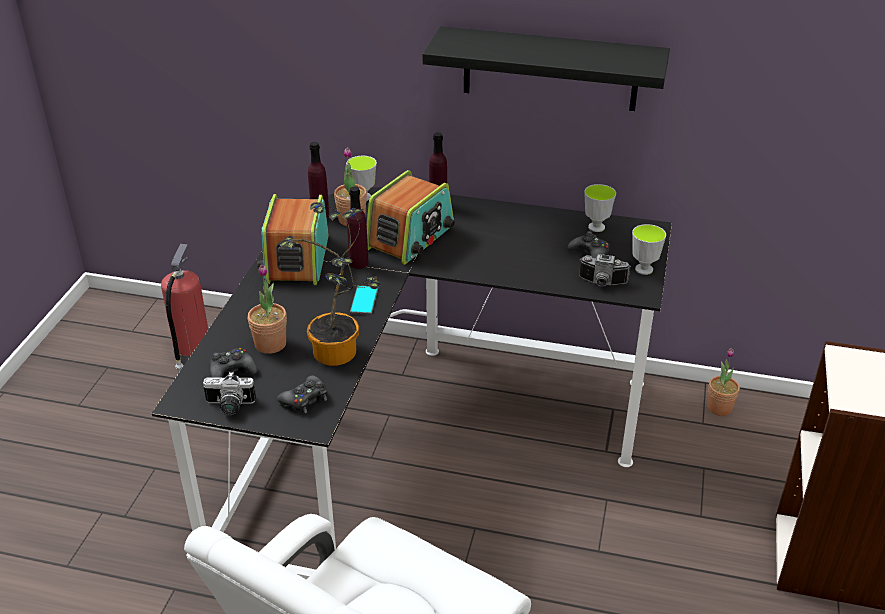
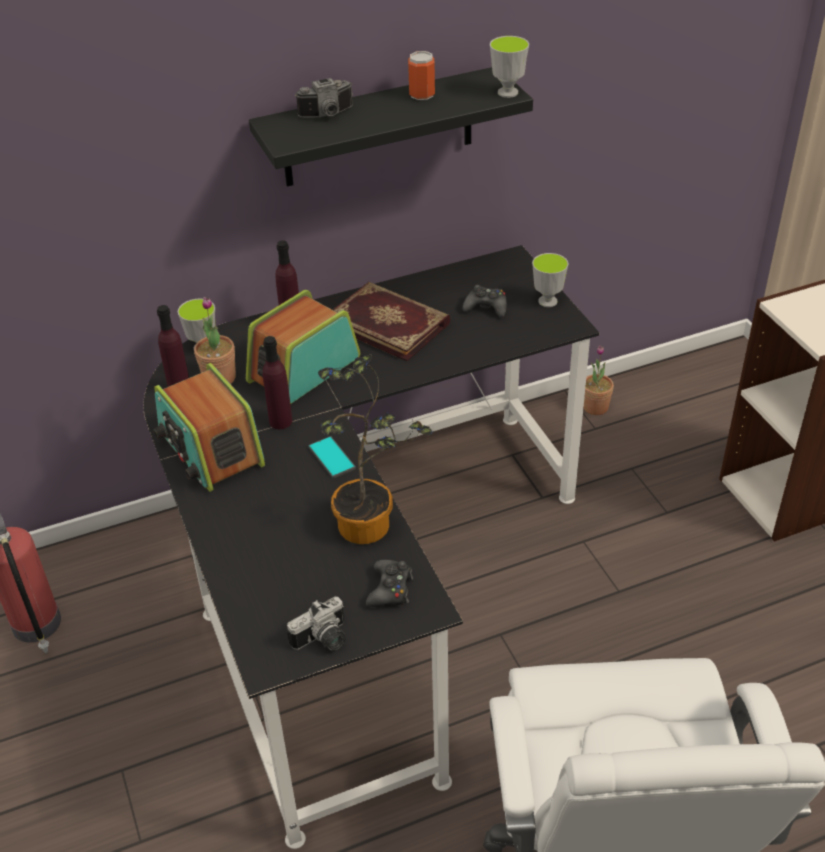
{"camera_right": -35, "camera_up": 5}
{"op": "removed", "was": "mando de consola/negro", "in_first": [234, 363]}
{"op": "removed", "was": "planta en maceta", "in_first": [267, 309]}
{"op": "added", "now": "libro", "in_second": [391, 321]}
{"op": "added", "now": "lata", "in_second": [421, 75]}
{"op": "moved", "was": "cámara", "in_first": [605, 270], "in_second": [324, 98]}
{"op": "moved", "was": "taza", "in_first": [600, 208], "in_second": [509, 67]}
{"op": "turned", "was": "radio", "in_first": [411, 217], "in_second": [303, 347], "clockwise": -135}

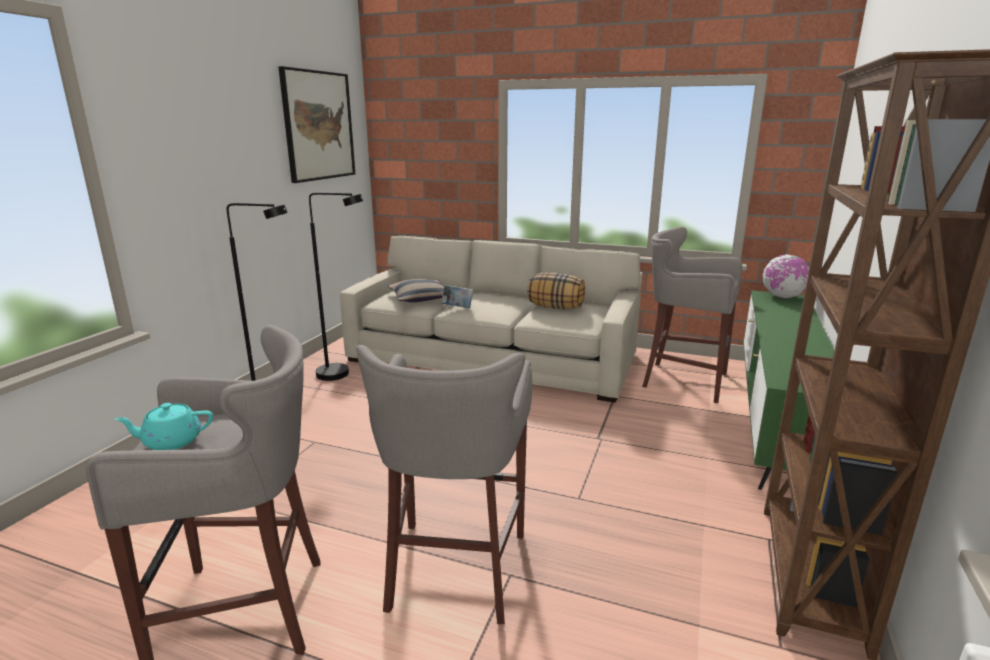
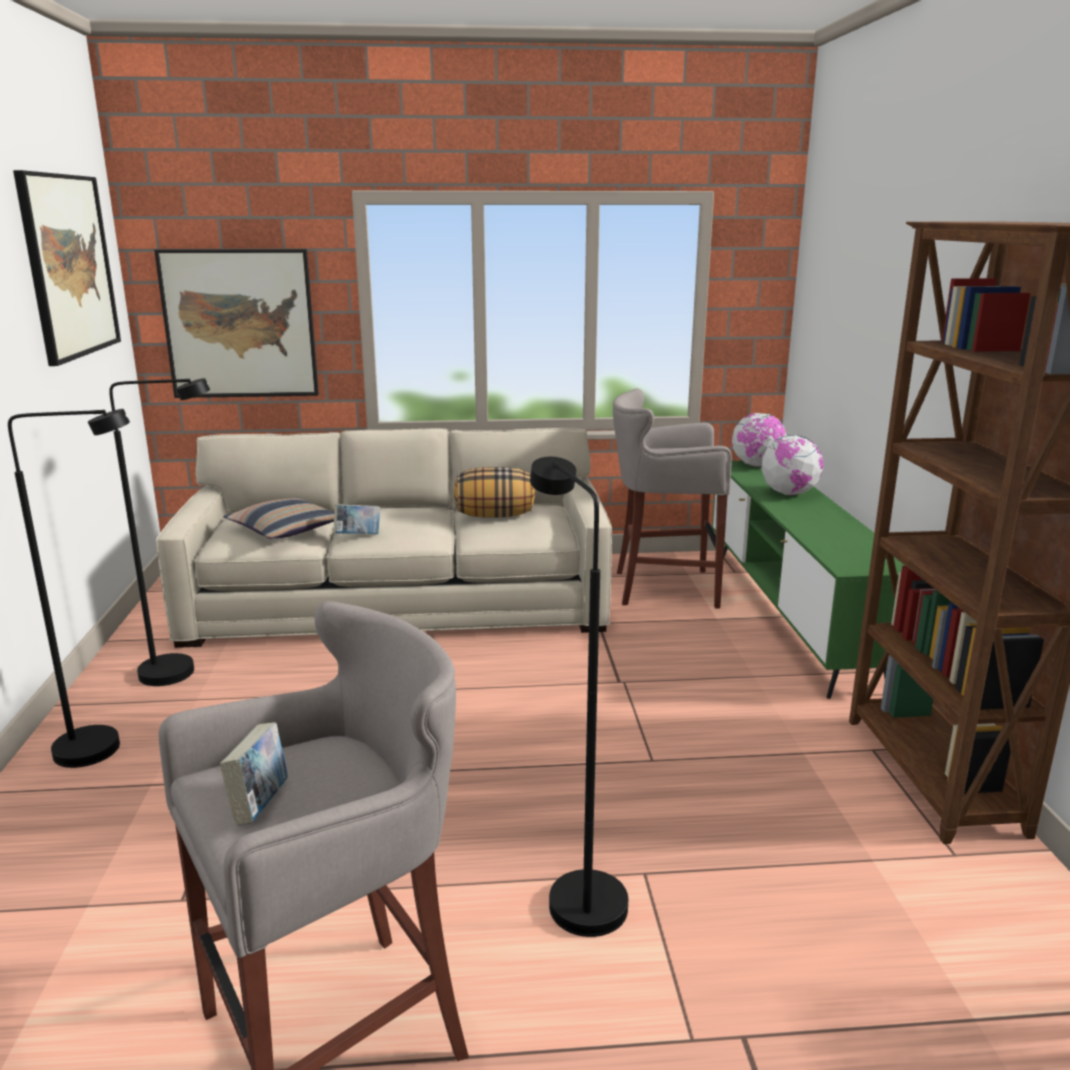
{"camera_right": -25, "camera_up": 0}
{"op": "added", "now": "cuadro", "in_second": [236, 323]}
{"op": "added", "now": "globo terráqueo", "in_second": [792, 465]}
{"op": "replaced", "was": "tetera/turquesa", "now": "libro", "in_first": [164, 426], "in_second": [254, 774]}
{"op": "replaced", "was": "taburete/gris", "now": "lámpara de pie/negro", "in_first": [444, 484], "in_second": [579, 697]}

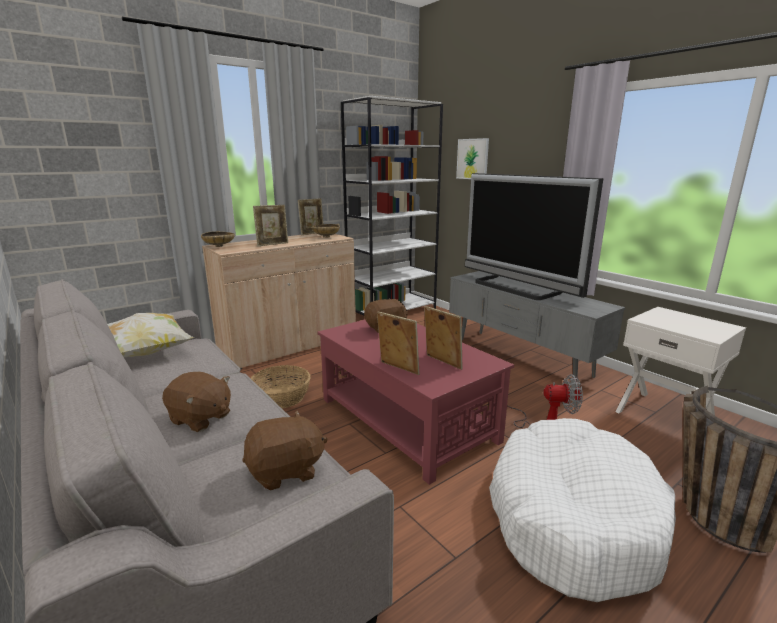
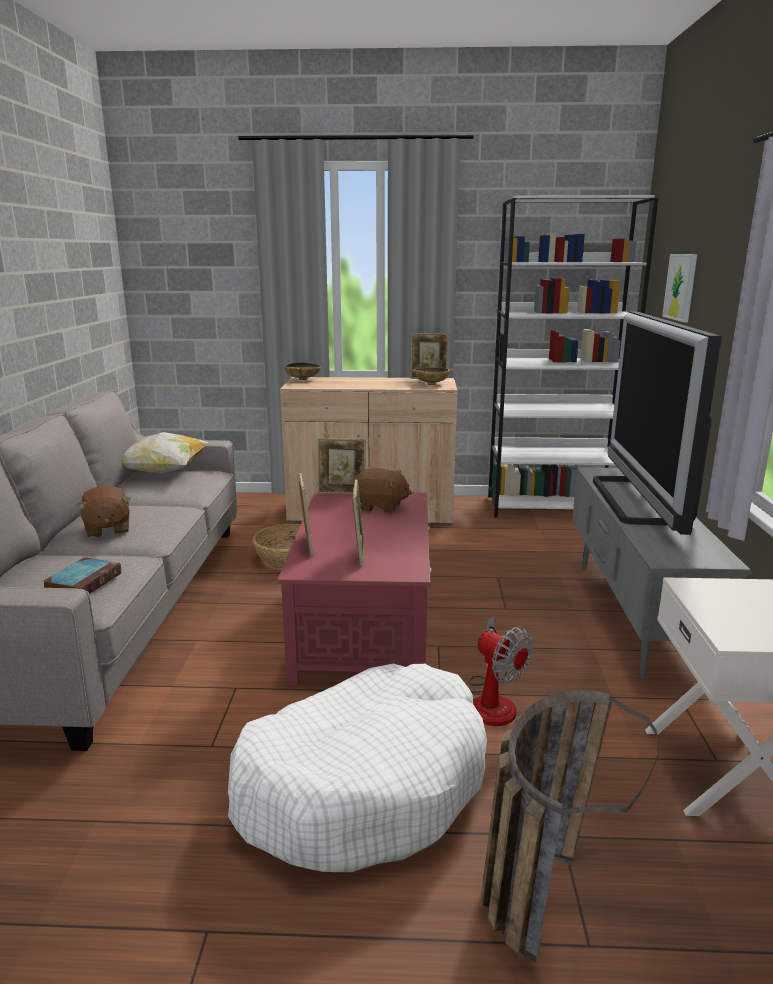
{"camera_right": 40, "camera_up": 0}
{"op": "moved", "was": "portarretratos", "in_first": [270, 225], "in_second": [341, 466]}
{"op": "replaced", "was": "peluche/marrón", "now": "libro", "in_first": [285, 450], "in_second": [82, 575]}

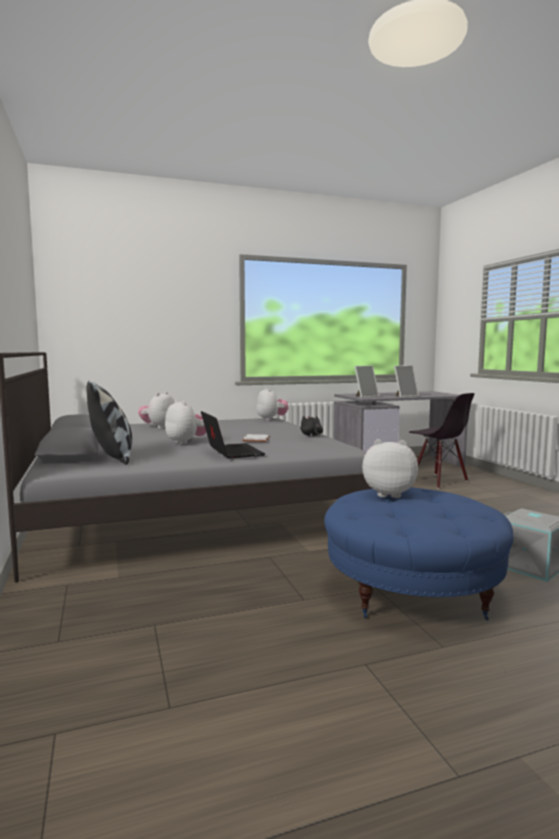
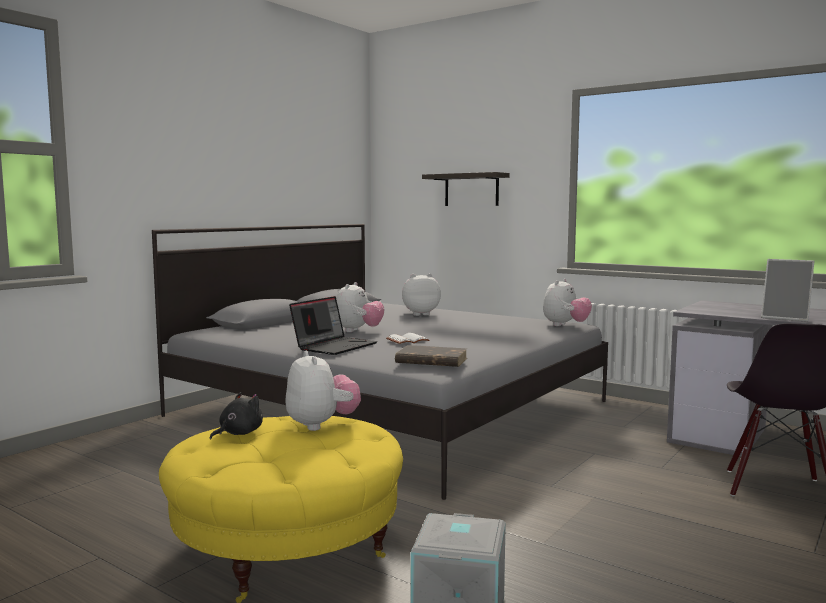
{"camera_right": 55, "camera_up": 0}
{"op": "removed", "was": "cojín", "in_first": [109, 422]}
{"op": "removed", "was": "portarretratos", "in_first": [366, 382]}
{"op": "added", "now": "libro/marrón", "in_second": [431, 356]}
{"op": "added", "now": "estante", "in_second": [466, 189]}
{"op": "moved", "was": "peluche/negro", "in_first": [312, 425], "in_second": [236, 416]}
{"op": "recoloured", "was": "puf/azul", "now": "puf/amarillo", "in_first": [418, 553], "in_second": [281, 509]}

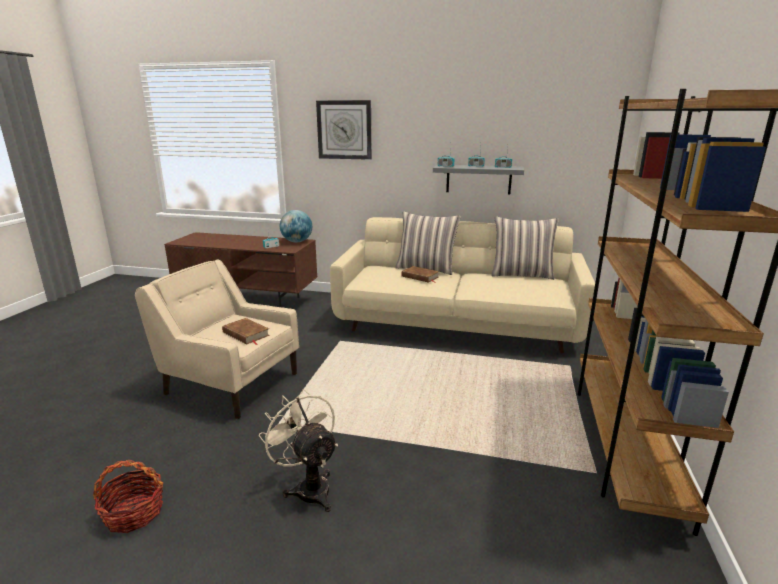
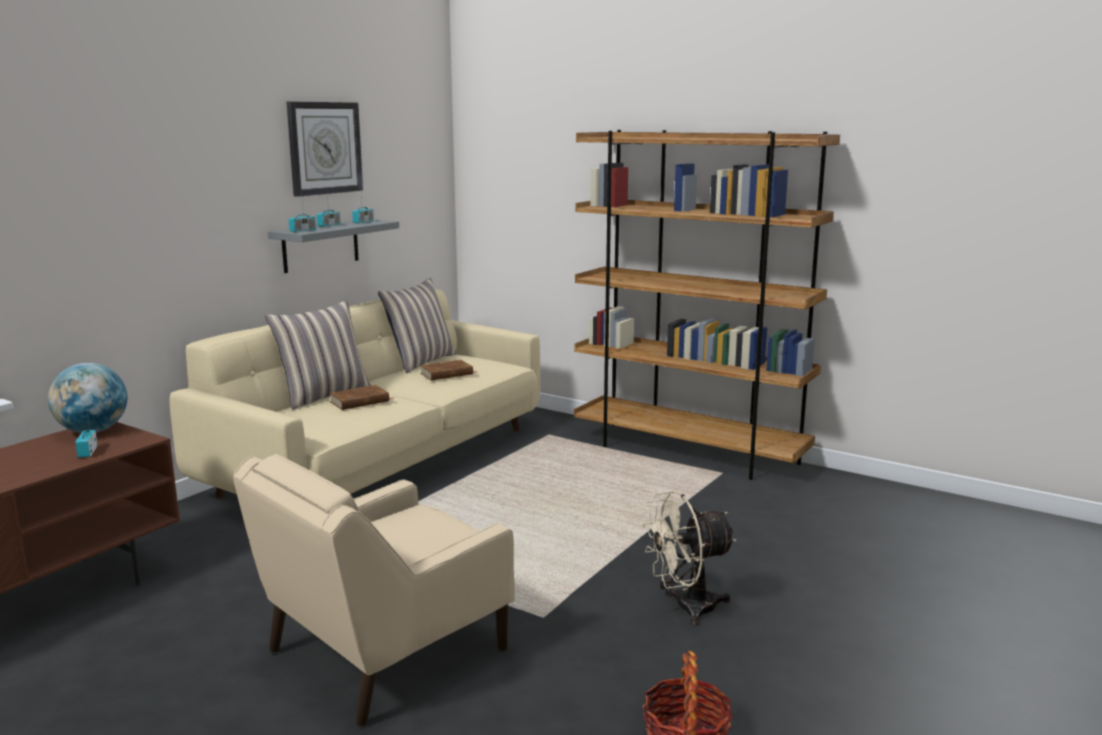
{"camera_right": -70, "camera_up": -5}
{"op": "moved", "was": "libro/marrón", "in_first": [246, 331], "in_second": [448, 370]}
{"op": "moved", "was": "reloj de pared", "in_first": [344, 130], "in_second": [324, 149]}

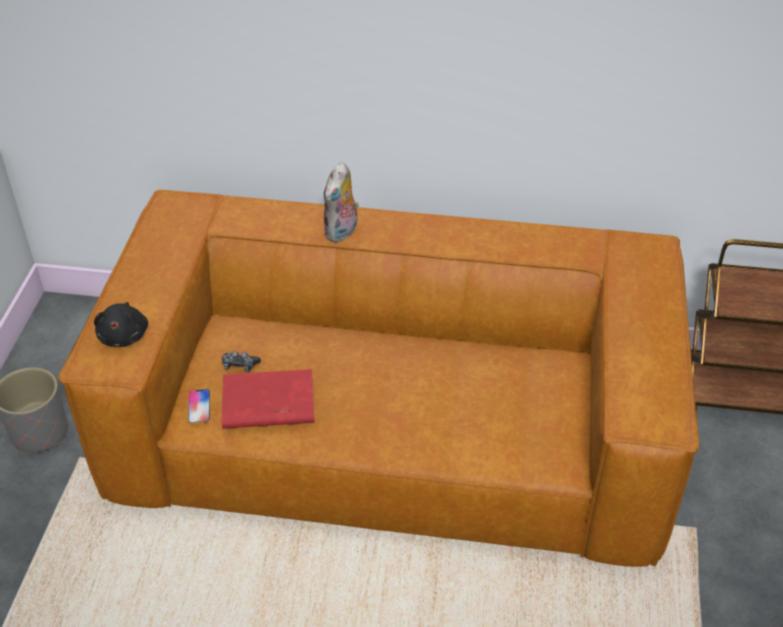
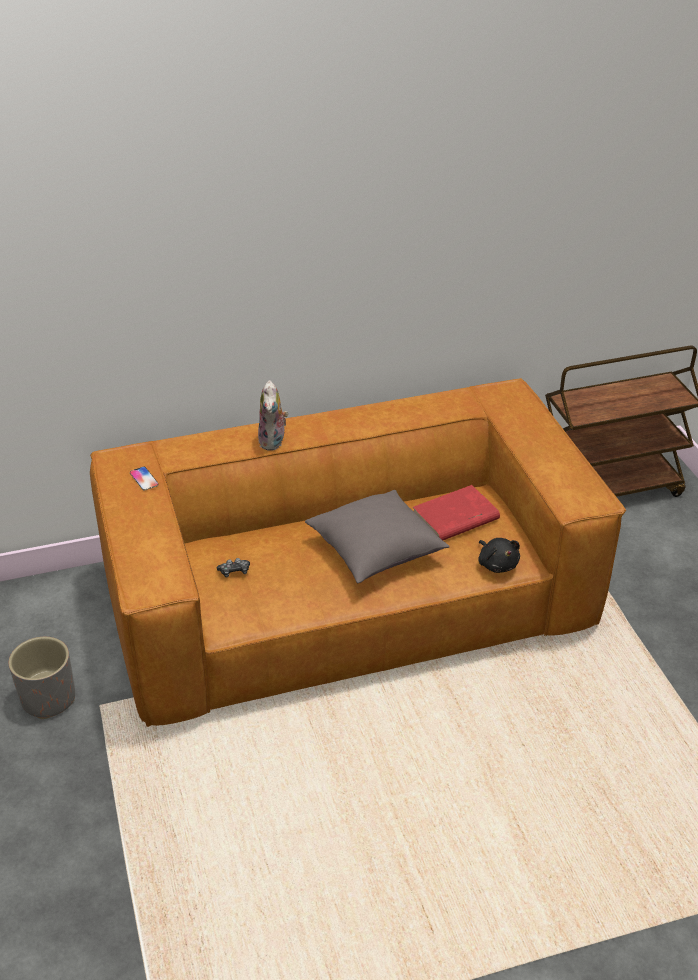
{"camera_right": -25, "camera_up": -5}
{"op": "added", "now": "cojín/gris", "in_second": [377, 536]}
{"op": "moved", "was": "peluche/negro", "in_first": [121, 324], "in_second": [499, 555]}
{"op": "moved", "was": "móvil", "in_first": [199, 406], "in_second": [144, 478]}
{"op": "moved", "was": "libro/rojo", "in_first": [267, 398], "in_second": [456, 512]}

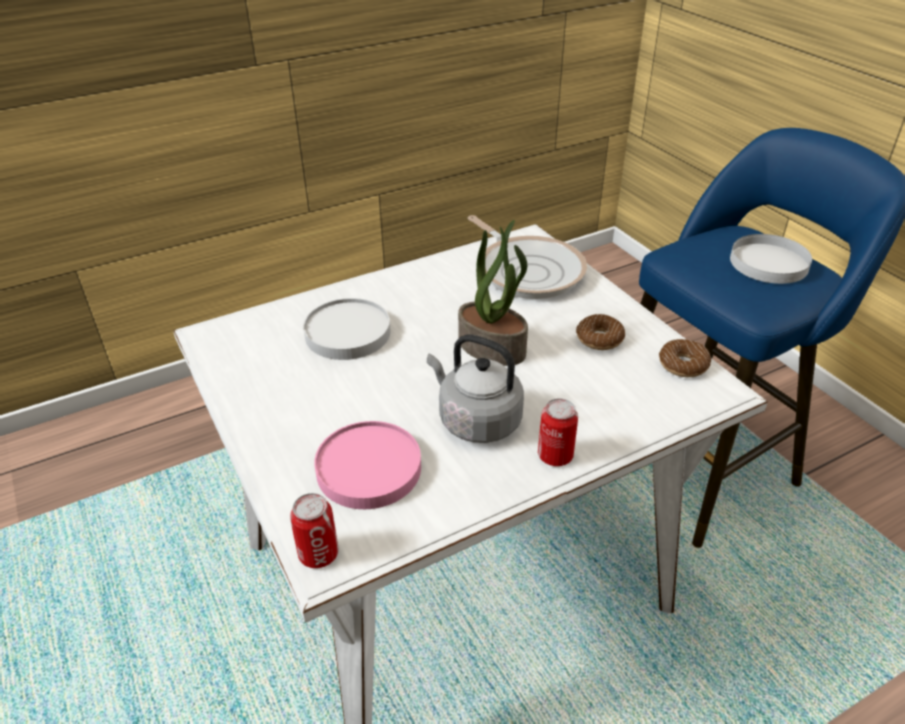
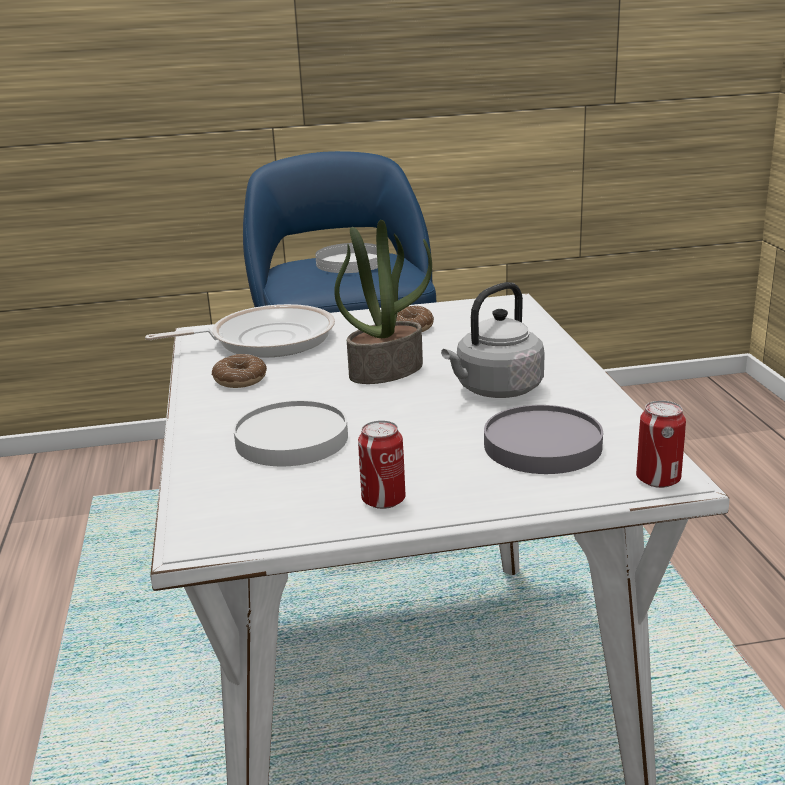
{"camera_right": -70, "camera_up": -15}
{"op": "moved", "was": "lata", "in_first": [558, 432], "in_second": [382, 464]}
{"op": "moved", "was": "rosquilla", "in_first": [685, 358], "in_second": [239, 371]}
{"op": "recoloured", "was": "plato/rosa", "now": "plato/gris", "in_first": [367, 465], "in_second": [543, 439]}

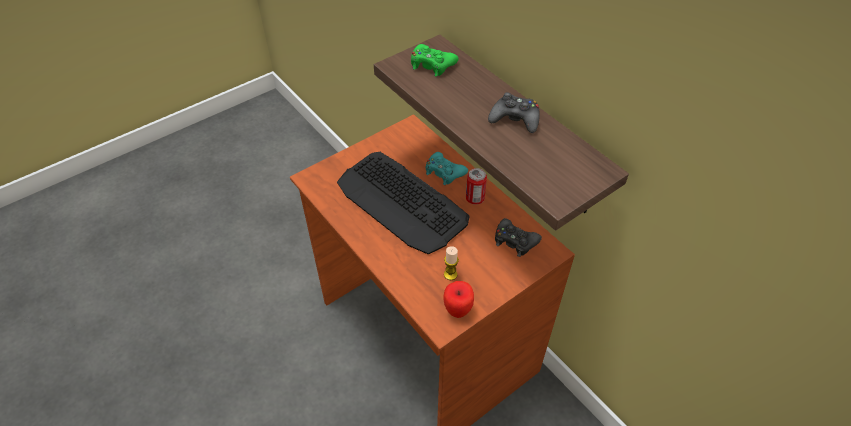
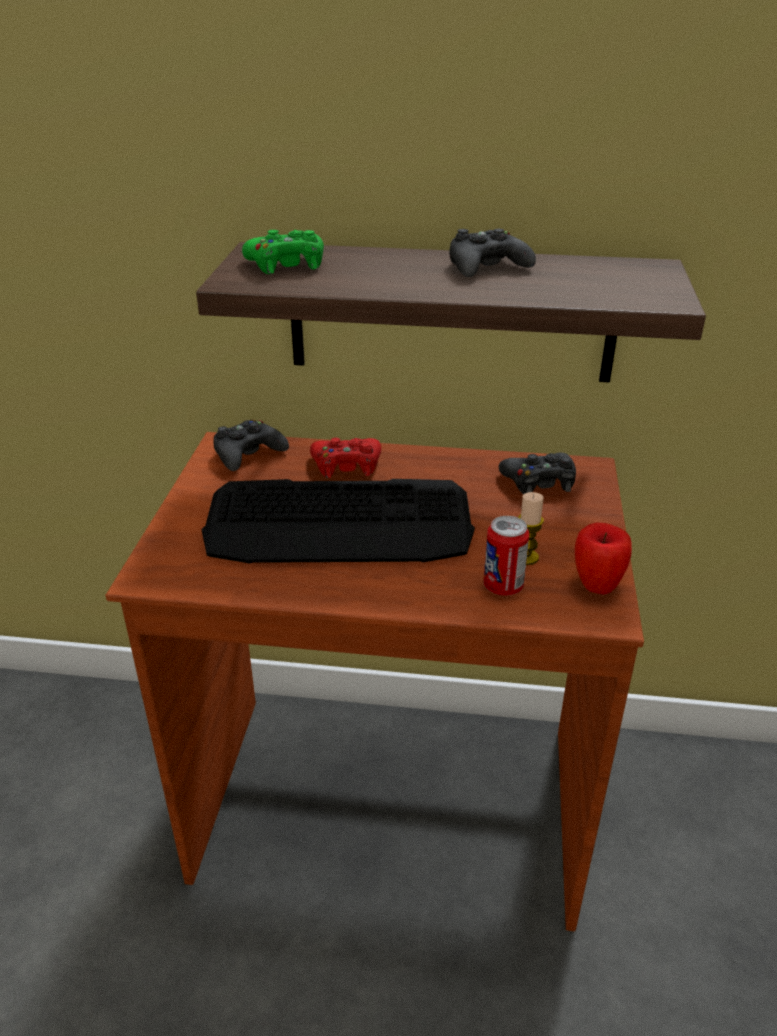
{"camera_right": -45, "camera_up": -15}
{"op": "added", "now": "mando de consola/negro", "in_second": [251, 445]}
{"op": "moved", "was": "lata", "in_first": [476, 186], "in_second": [507, 556]}
{"op": "recoloured", "was": "mando de consola/turquesa", "now": "mando de consola/rojo", "in_first": [447, 168], "in_second": [345, 458]}

